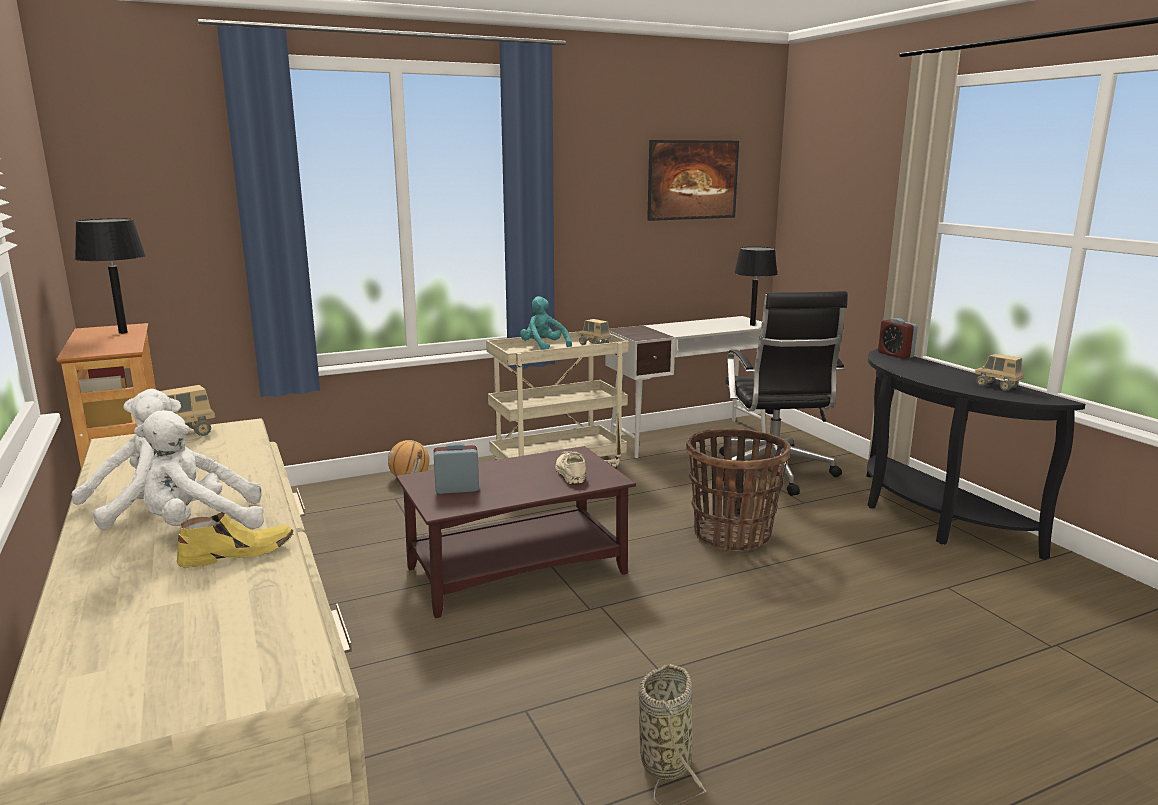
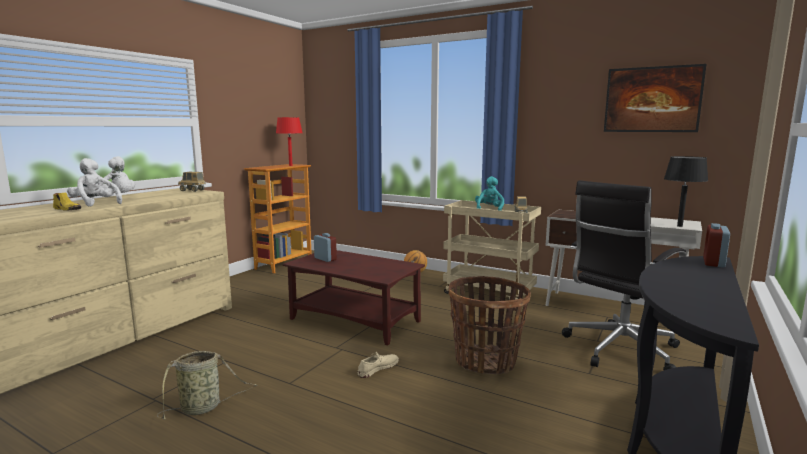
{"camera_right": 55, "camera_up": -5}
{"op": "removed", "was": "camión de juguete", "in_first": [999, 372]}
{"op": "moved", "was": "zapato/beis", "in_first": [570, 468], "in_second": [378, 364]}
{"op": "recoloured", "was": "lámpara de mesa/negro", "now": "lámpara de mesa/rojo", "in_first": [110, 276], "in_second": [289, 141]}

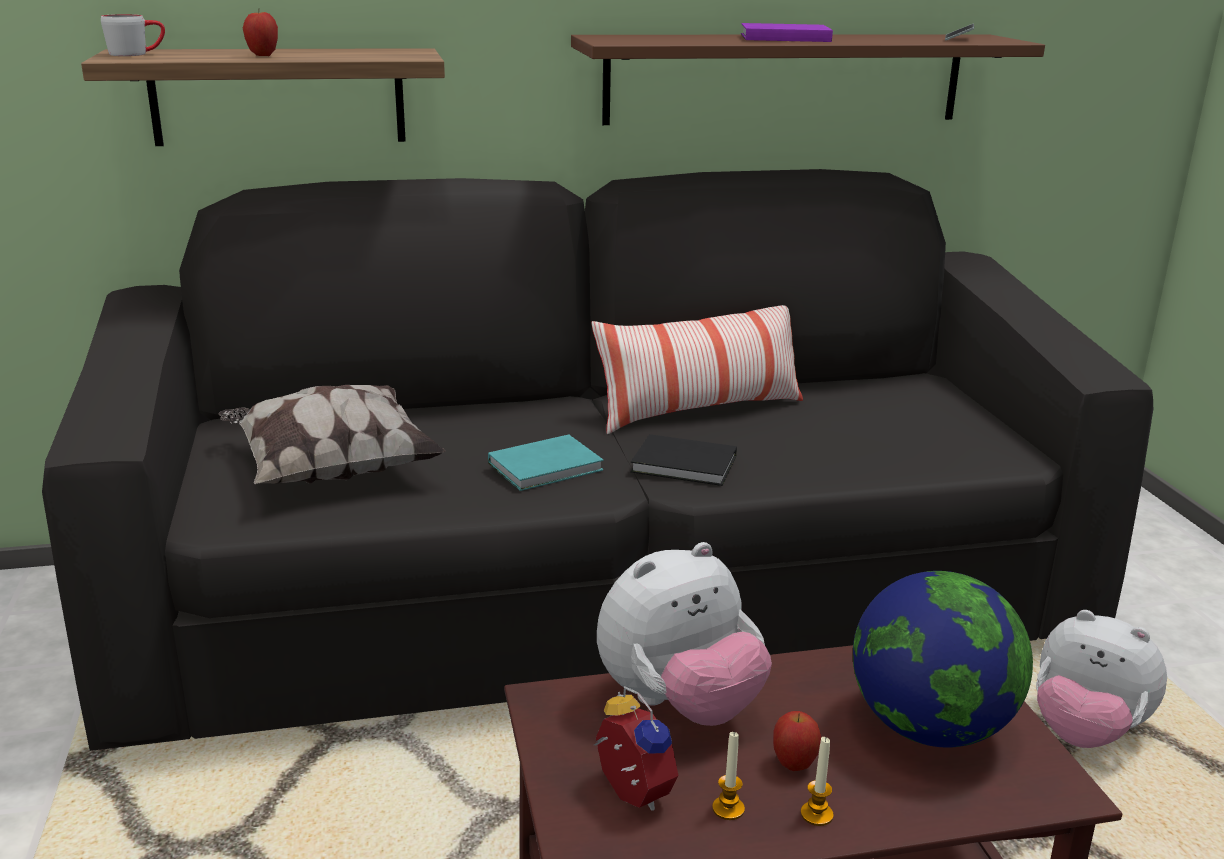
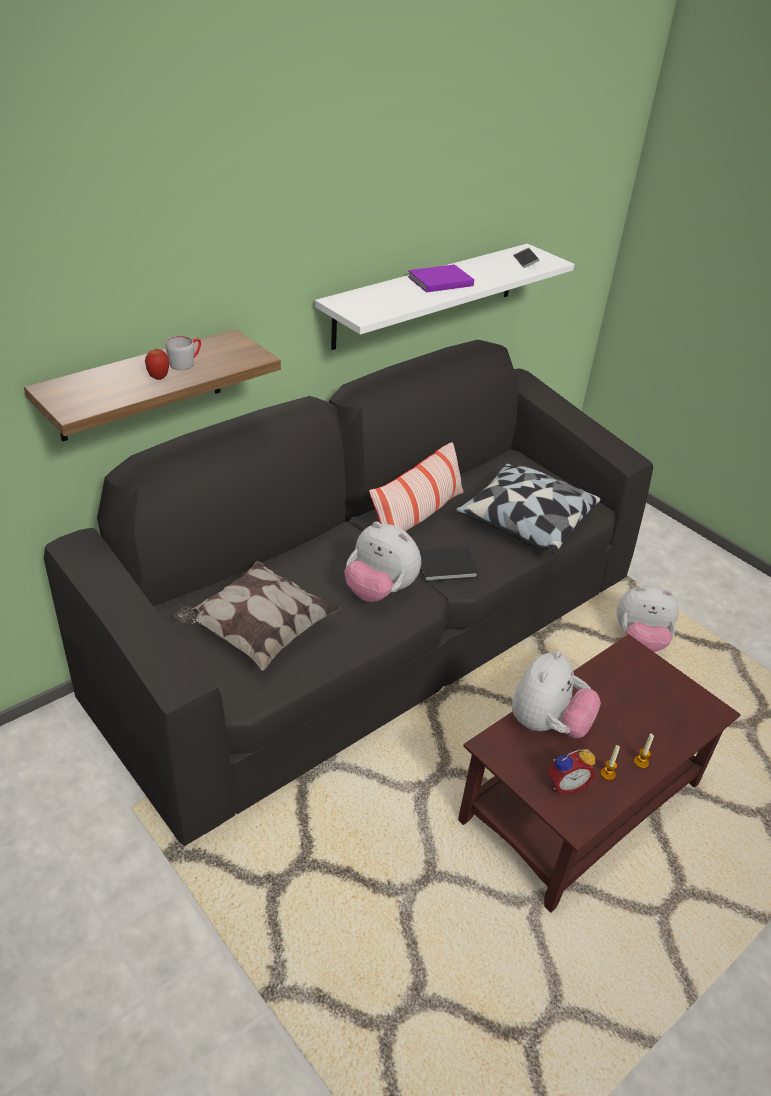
{"camera_right": -30, "camera_up": 15}
{"op": "removed", "was": "manzana", "in_first": [797, 741]}
{"op": "removed", "was": "globo terráqueo", "in_first": [943, 659]}
{"op": "added", "now": "cojín", "in_second": [528, 509]}
{"op": "moved", "was": "taza grande/gris", "in_first": [133, 35], "in_second": [183, 353]}
{"op": "replaced", "was": "libro/turquesa", "now": "peluche", "in_first": [546, 462], "in_second": [382, 562]}
{"op": "recoloured", "was": "estante/marrón", "now": "estante/blanco", "in_first": [808, 79], "in_second": [444, 297]}
{"op": "turned", "was": "despertador", "in_first": [636, 748], "in_second": [571, 771], "clockwise": 135}

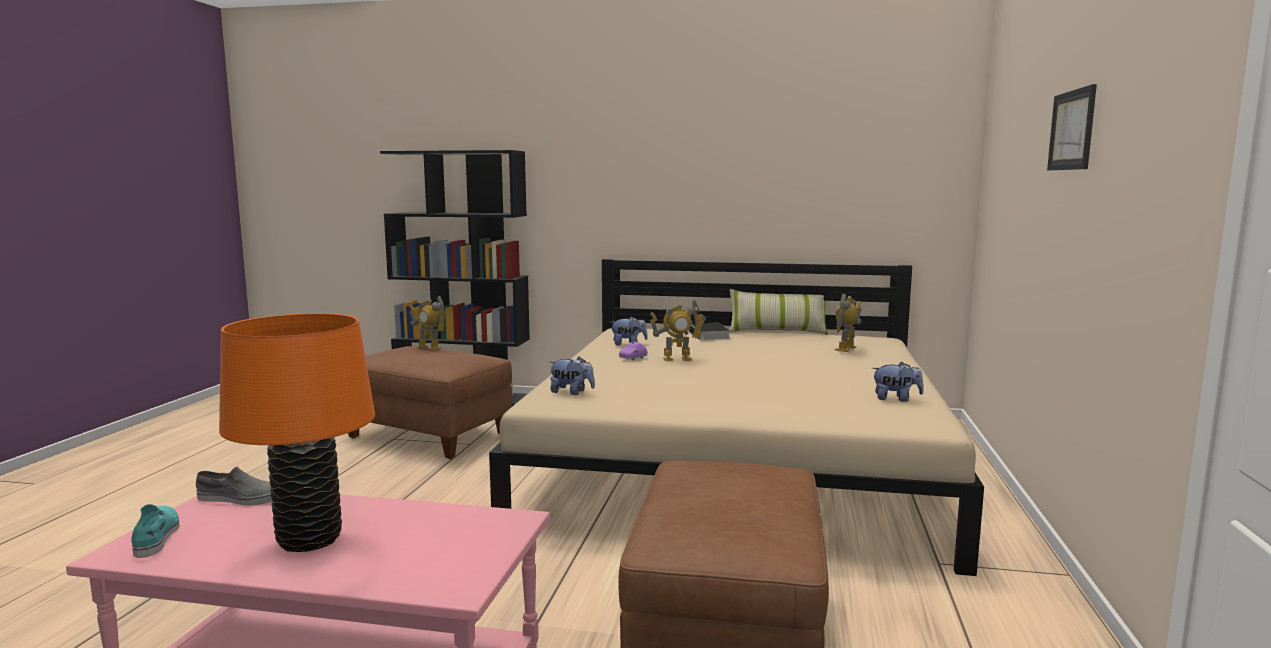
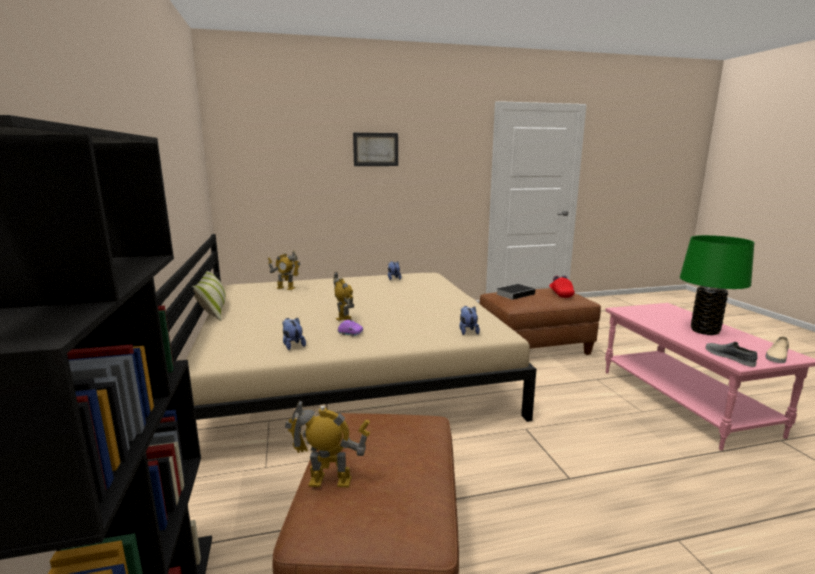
{"camera_right": -115, "camera_up": 5}
{"op": "added", "now": "gorra/rojo", "in_second": [562, 286]}
{"op": "moved", "was": "libro", "in_first": [709, 332], "in_second": [516, 292]}
{"op": "recoloured", "was": "zapato/turquesa", "now": "zapato/beis", "in_first": [155, 531], "in_second": [777, 350]}
{"op": "recoloured", "was": "lámpara de mesa/naranja", "now": "lámpara de mesa/verde", "in_first": [297, 432], "in_second": [717, 285]}
{"op": "turned", "was": "robot de juguete", "in_first": [427, 323], "in_second": [327, 443], "clockwise": -90}

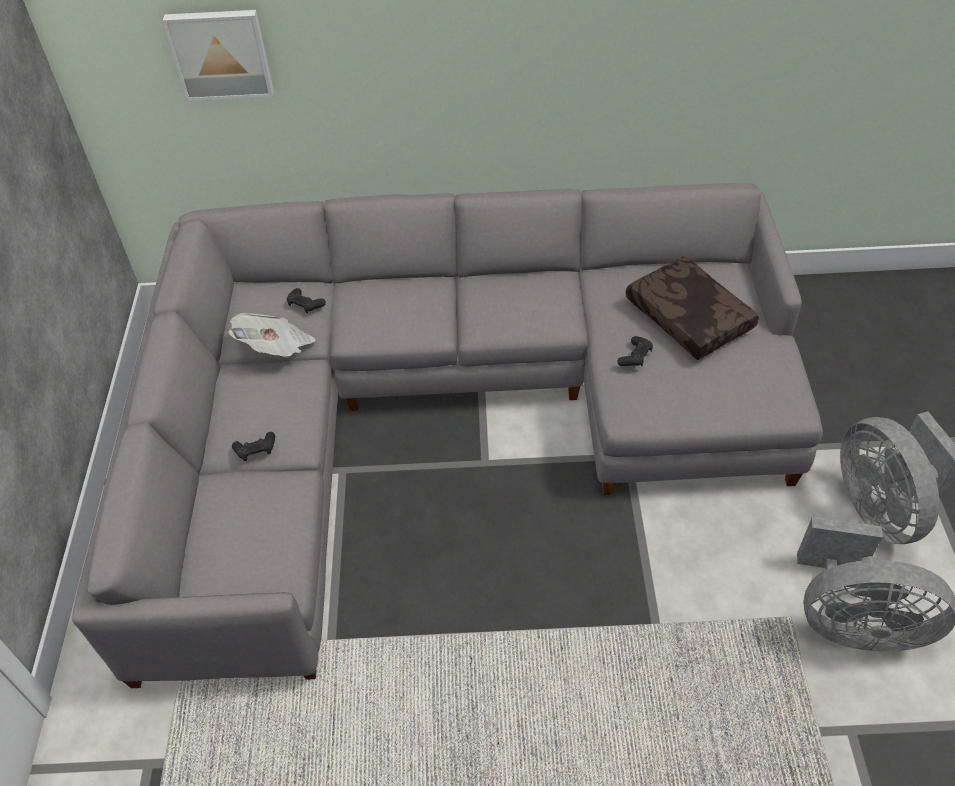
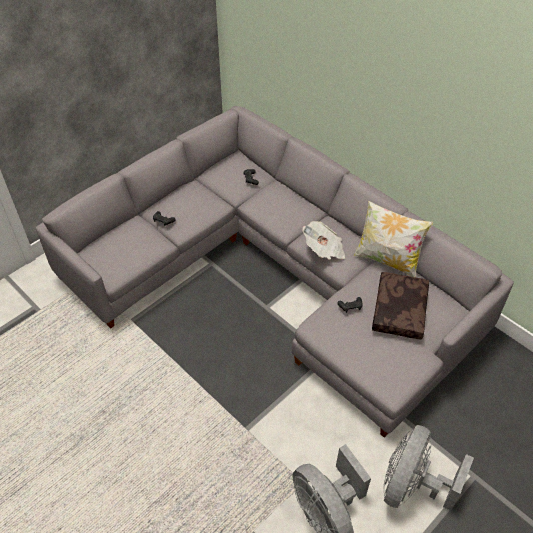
{"camera_right": 45, "camera_up": 0}
{"op": "removed", "was": "cuadro", "in_first": [218, 55]}
{"op": "added", "now": "cojín", "in_second": [393, 239]}
{"op": "moved", "was": "periódico", "in_first": [272, 335], "in_second": [324, 240]}

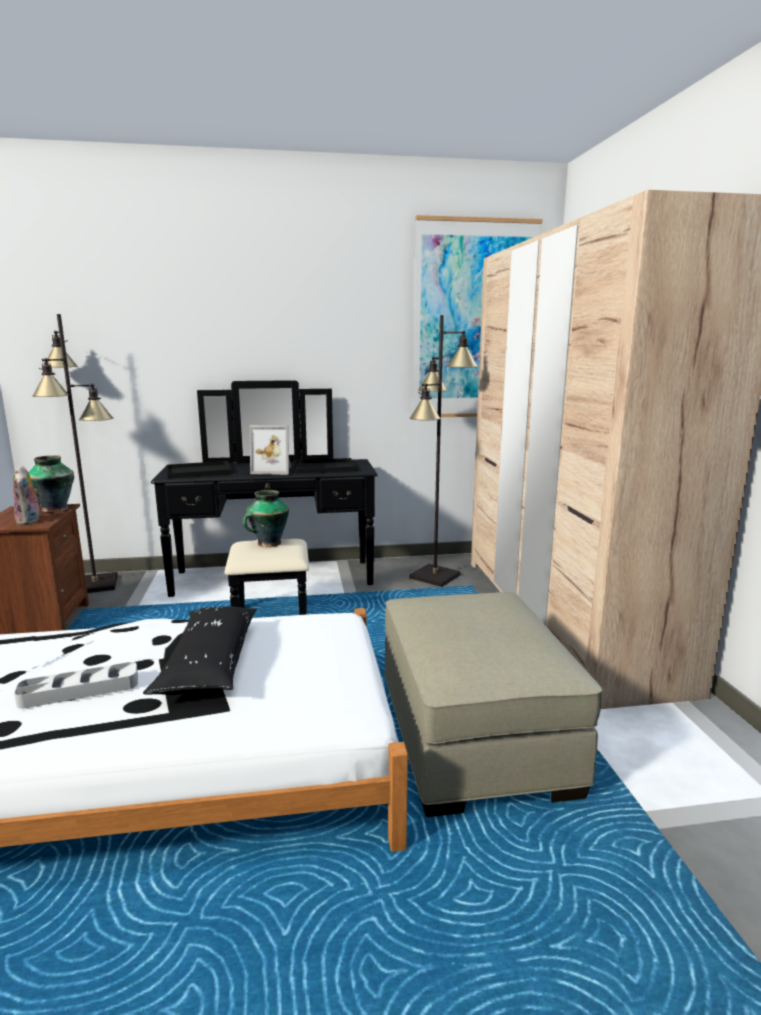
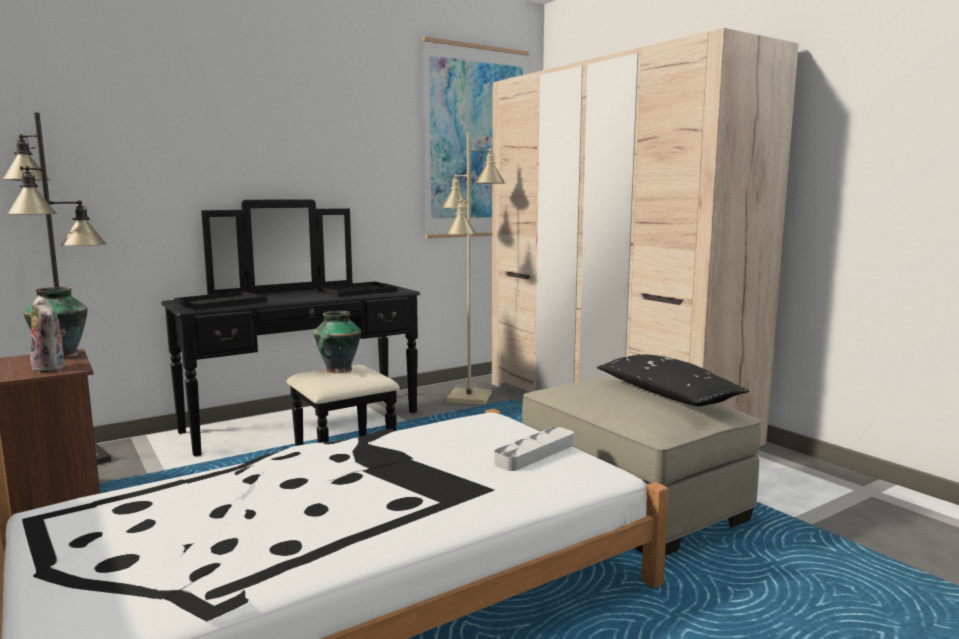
{"camera_right": -25, "camera_up": -5}
{"op": "removed", "was": "portarretratos", "in_first": [270, 450]}
{"op": "moved", "was": "bandeja/gris", "in_first": [76, 685], "in_second": [534, 449]}
{"op": "moved", "was": "cojín/negro", "in_first": [200, 651], "in_second": [673, 380]}
{"op": "recoloured", "was": "lámpara de pie/negro", "now": "lámpara de pie/beis", "in_first": [443, 451], "in_second": [473, 269]}

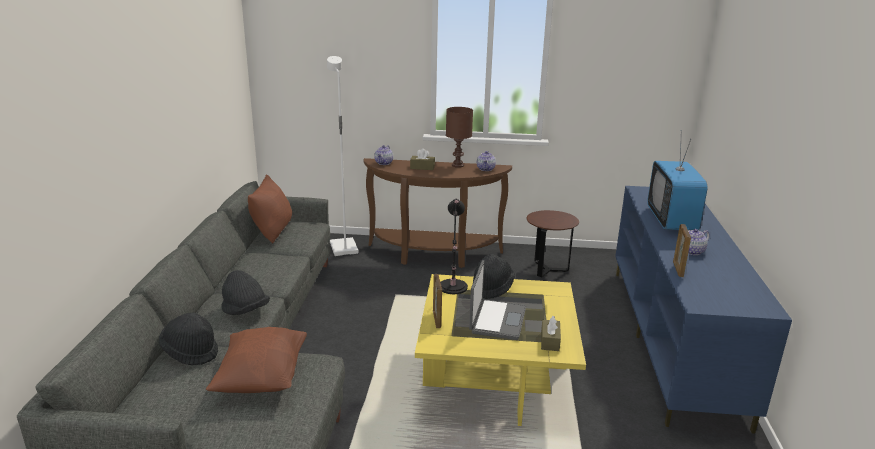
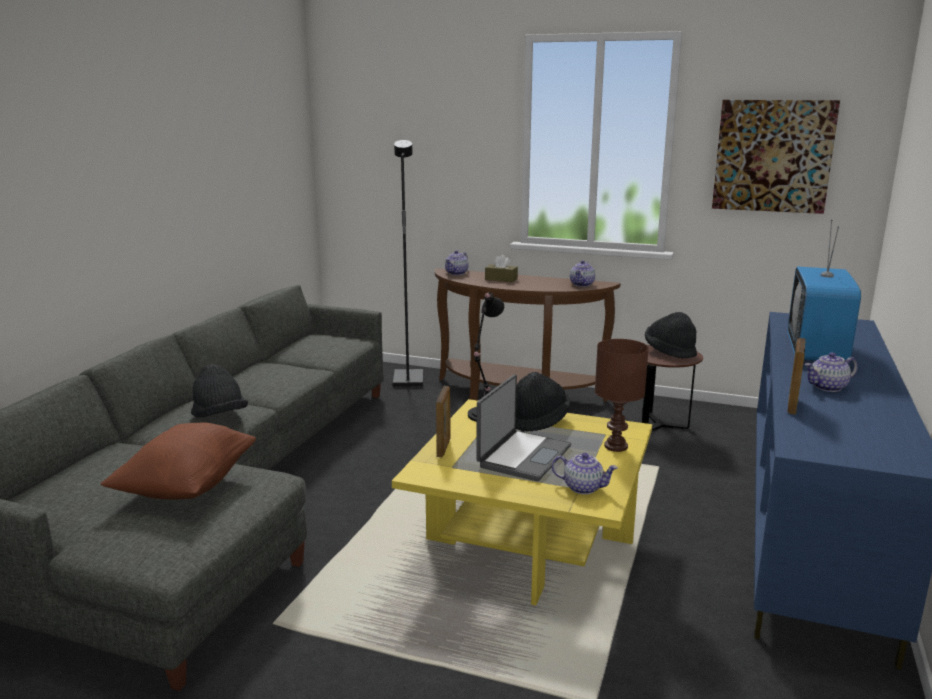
{"camera_right": 15, "camera_up": -5}
{"op": "removed", "was": "cojín/marrón", "in_first": [270, 208]}
{"op": "added", "now": "cuadro", "in_second": [776, 157]}
{"op": "moved", "was": "sombrero/negro", "in_first": [188, 339], "in_second": [671, 335]}
{"op": "moved", "was": "lámpara de mesa/marrón", "in_first": [459, 137], "in_second": [622, 395]}
{"op": "replaced", "was": "caja de pañuelos/marrón", "now": "tetera", "in_first": [551, 333], "in_second": [585, 473]}
{"op": "recoloured", "was": "lámpara de pie/blanco", "now": "lámpara de pie/negro", "in_first": [342, 156], "in_second": [408, 264]}

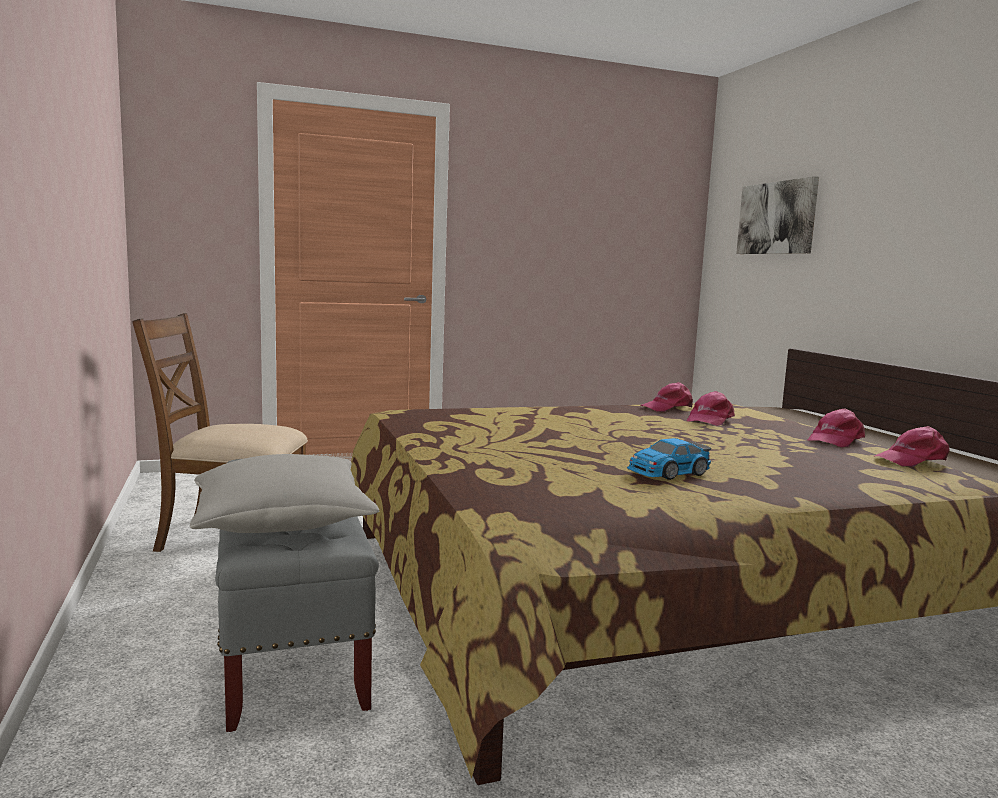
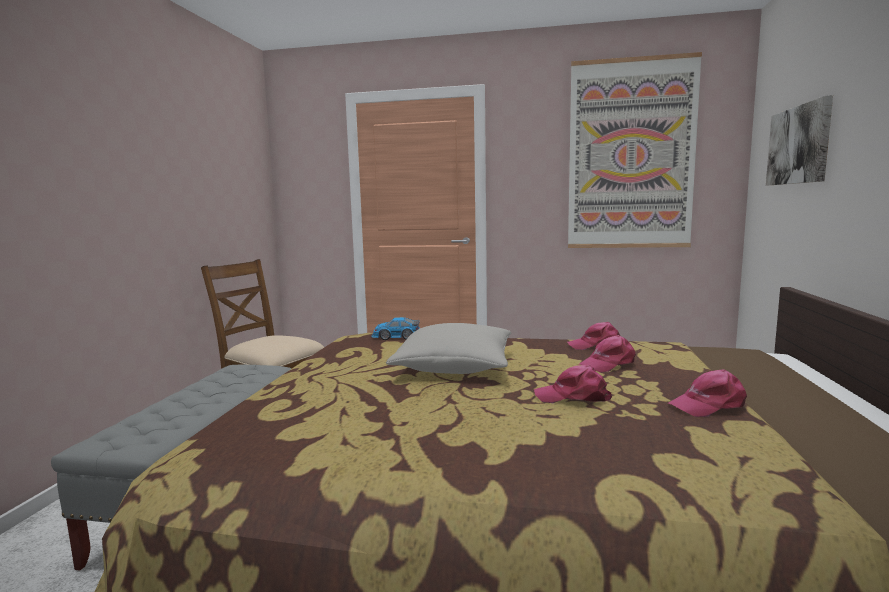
{"camera_right": 30, "camera_up": 0}
{"op": "added", "now": "cuadro", "in_second": [635, 150]}
{"op": "moved", "was": "cojín/gris", "in_first": [284, 493], "in_second": [448, 348]}
{"op": "moved", "was": "coche de juguete", "in_first": [669, 459], "in_second": [395, 328]}
{"op": "moved", "was": "gorra/rosa", "in_first": [912, 446], "in_second": [573, 384]}

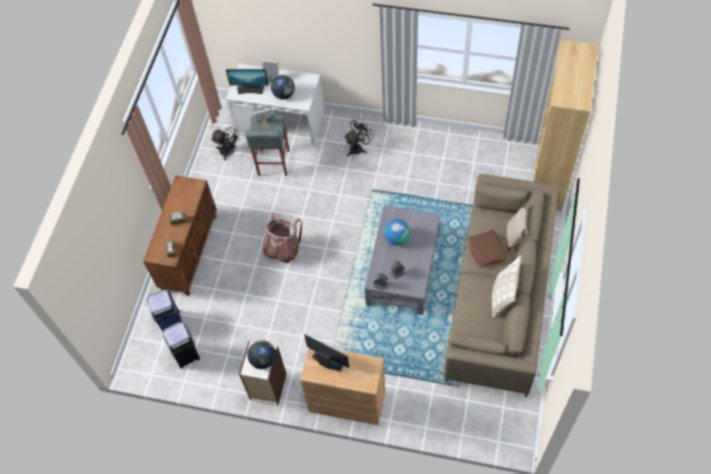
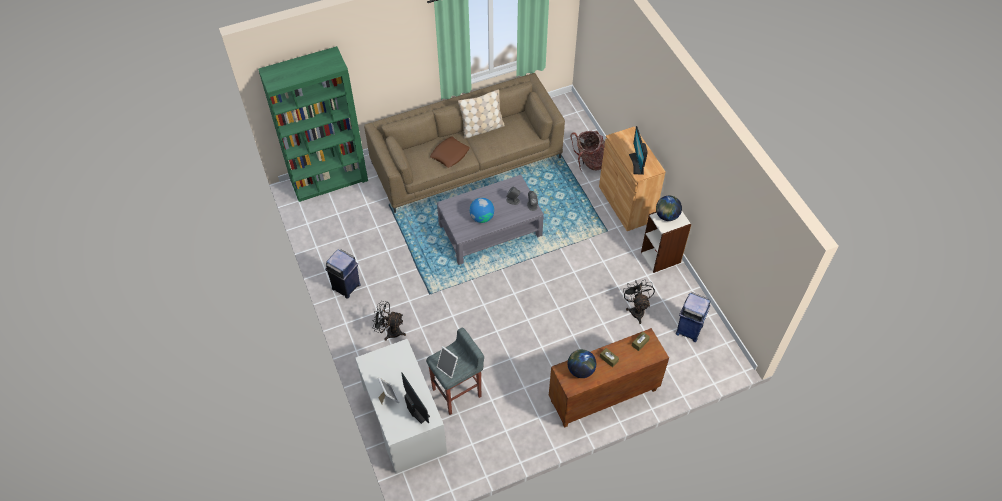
{"camera_right": -130, "camera_up": -5}
{"op": "removed", "was": "cojín/beis", "in_first": [517, 227]}
{"op": "moved", "was": "papelera/azul", "in_first": [164, 310], "in_second": [343, 274]}
{"op": "moved", "was": "ventilador/negro", "in_first": [225, 144], "in_second": [639, 301]}
{"op": "moved", "was": "mochila", "in_first": [282, 237], "in_second": [587, 150]}
{"op": "moved", "was": "globo terráqueo", "in_first": [283, 87], "in_second": [582, 363]}
{"op": "recoloured", "was": "estantería/marrón", "now": "estantería/verde", "in_first": [565, 125], "in_second": [313, 124]}

